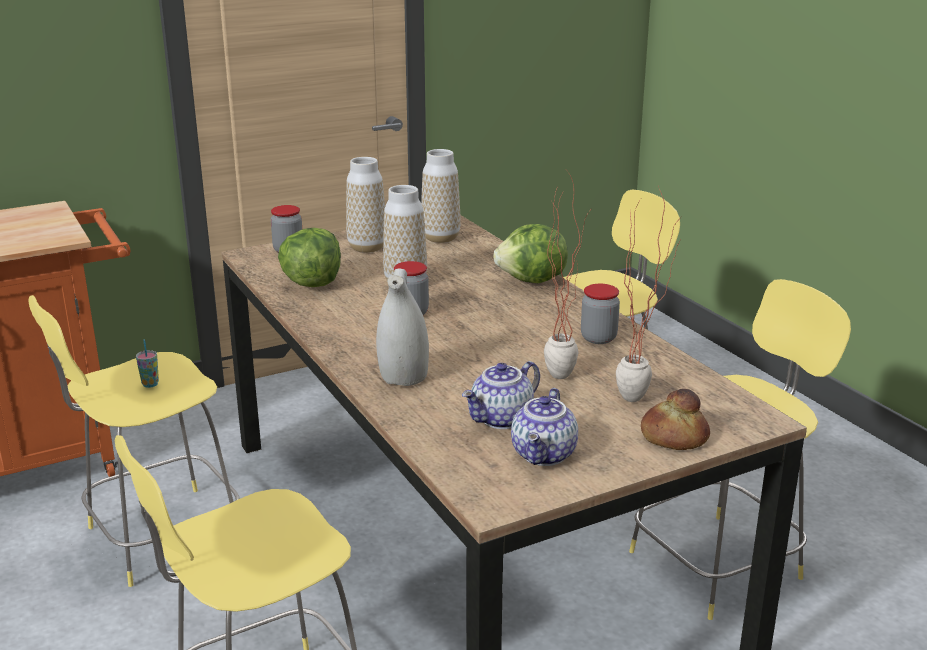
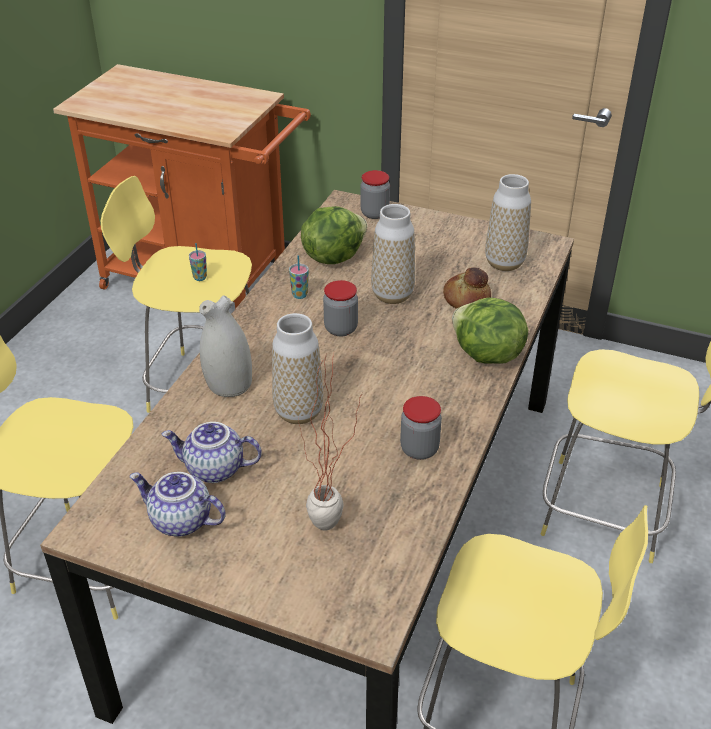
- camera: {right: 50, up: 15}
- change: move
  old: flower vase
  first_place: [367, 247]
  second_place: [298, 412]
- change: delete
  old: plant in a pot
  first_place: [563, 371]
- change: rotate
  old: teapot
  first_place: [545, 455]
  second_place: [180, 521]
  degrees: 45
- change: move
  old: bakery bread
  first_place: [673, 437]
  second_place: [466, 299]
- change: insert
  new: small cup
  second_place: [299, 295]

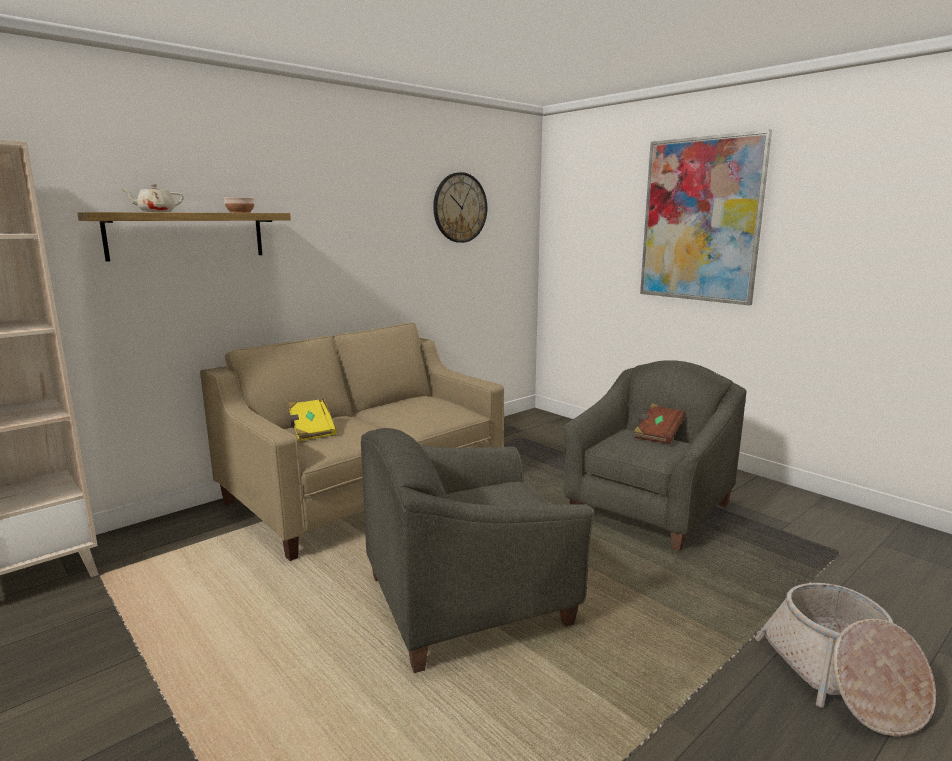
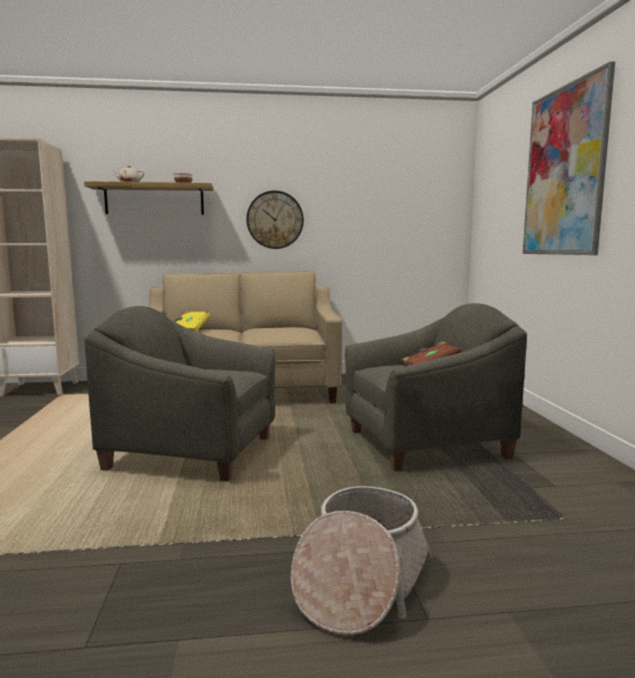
- camera: {right: 35, up: -5}
- change: move
  old: clock on the wall
  first_place: [460, 208]
  second_place: [275, 220]

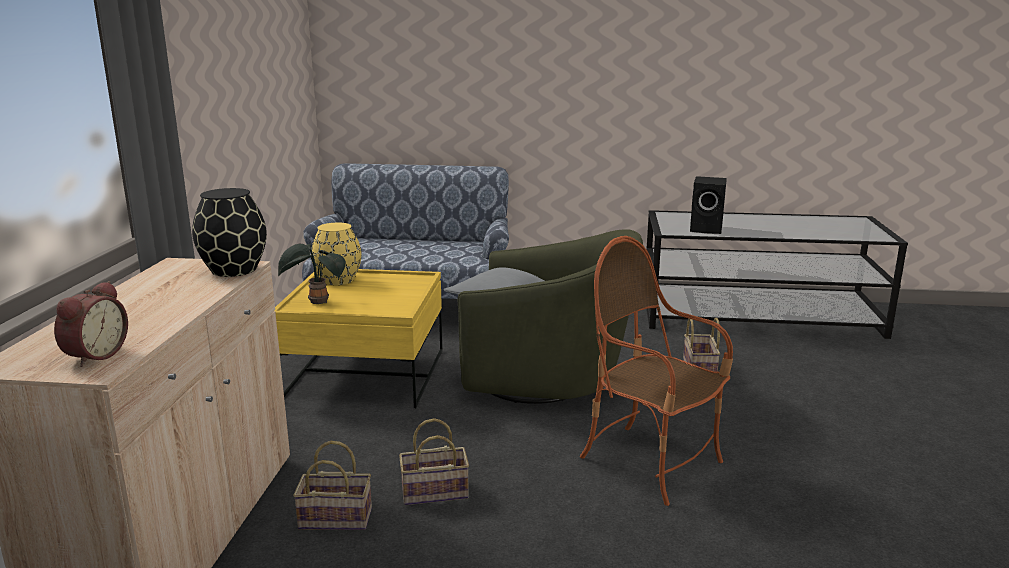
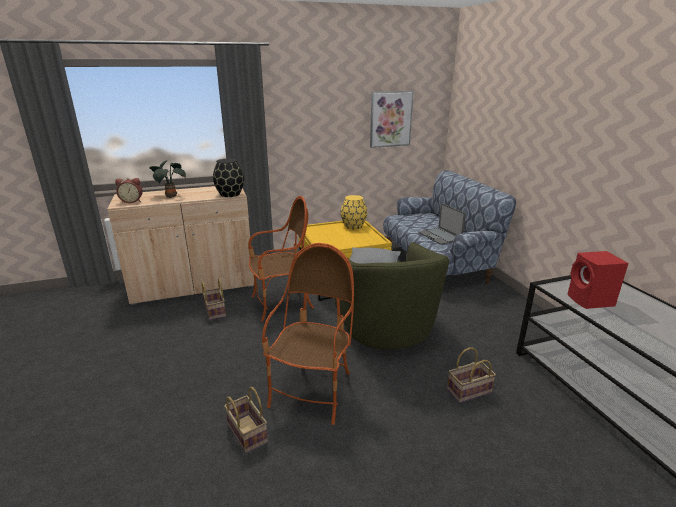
- camera: {right: 65, up: 5}
- change: recolor
  old: black-coloured speaker
  new: red speaker
  first_place: [707, 229]
  second_place: [591, 301]
- change: move
  old: plant in a pot
  first_place: [316, 302]
  second_place: [170, 196]
- change: move
  old: basket
  first_place: [433, 493]
  second_place: [246, 433]
- change: insert
  new: wall picture
  second_place: [390, 119]
- change: insert
  new: easy chair
  second_place: [281, 304]
- change: insert
  new: notebook computer
  second_place: [440, 236]

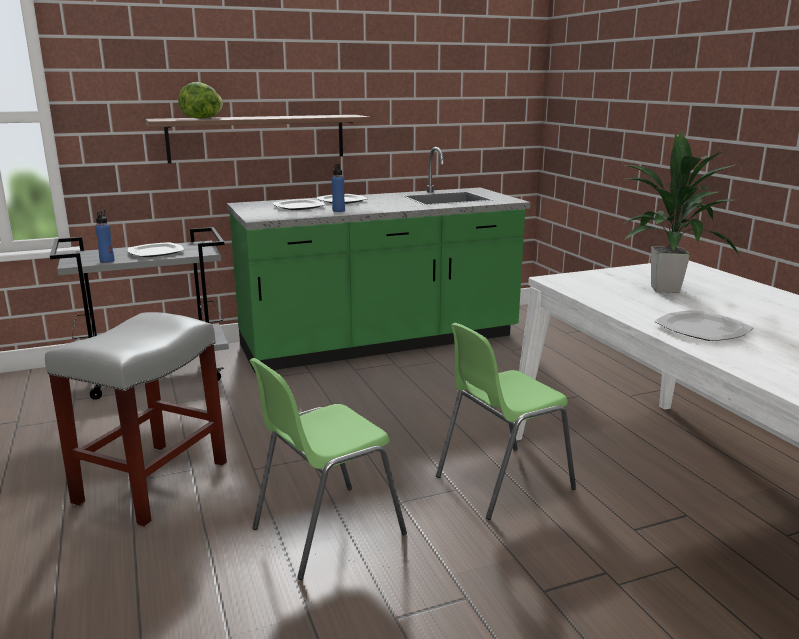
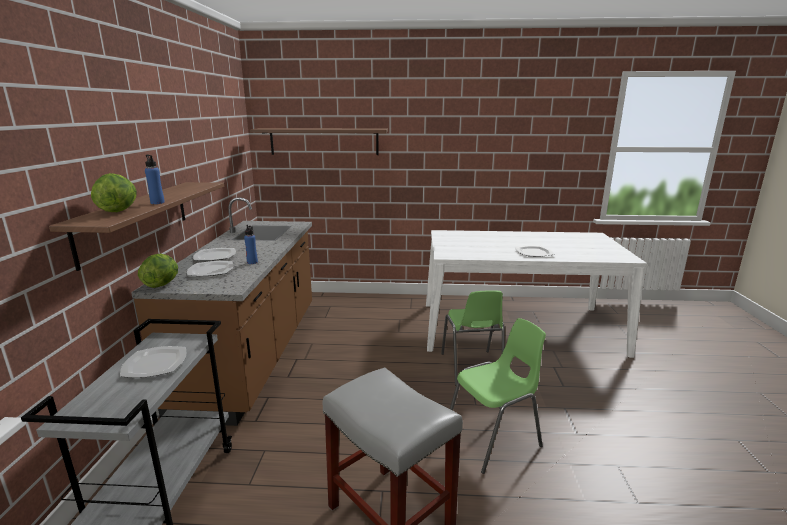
- camera: {right: -65, up: 0}
- change: delete
  old: plant in a pot
  first_place: [664, 289]
- change: recolor
  old: green-coloured counter
  new: brownish counter
  first_place: [380, 342]
  second_place: [255, 355]
- change: move
  old: bluish drink bottle
  first_place: [107, 261]
  second_place: [157, 203]
- change: rotate
  old: green-coloured chair
  first_place: [326, 531]
  second_place: [493, 439]
  degrees: -105
- change: insert
  new: wall shelf
  second_place: [324, 141]
- change: insert
  new: lettuce
  second_place: [162, 284]

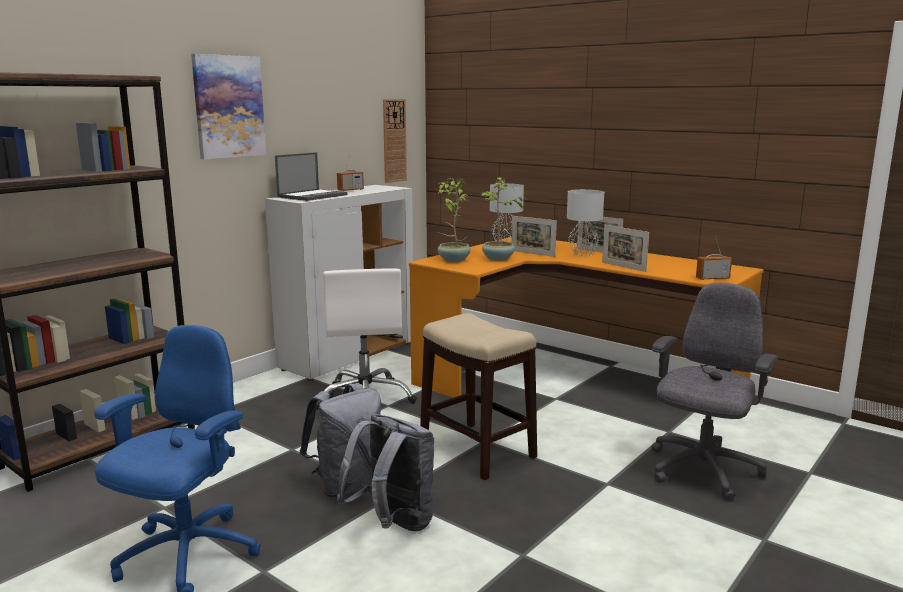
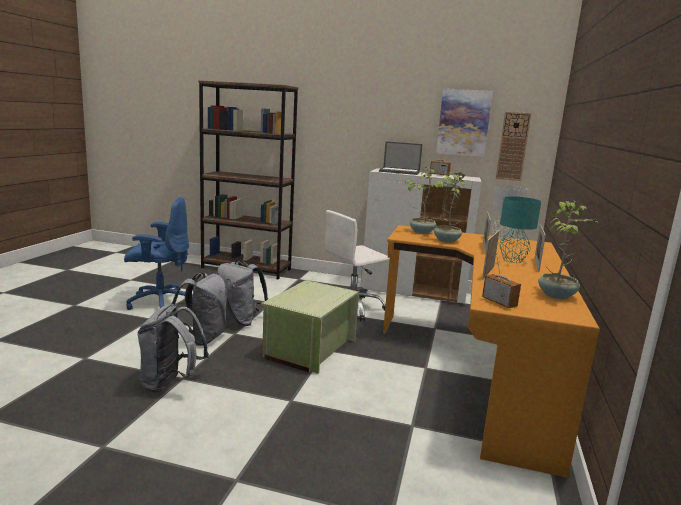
- camera: {right: 65, up: 0}
- change: move
  old: wall picture
  first_place: [228, 107]
  second_place: [463, 123]
- change: recolor
  old: grey lamp for a table
  new: turquoise-coloured lamp for a table
  first_place: [582, 254]
  second_place: [511, 260]
- change: delete
  old: grey computer chair
  first_place: [702, 471]
- change: replace
  old: sitting stool
  new: green-coloured storage box
  first_place: [476, 450]
  second_place: [309, 348]
- change: insert
  new: plant in a pot
  second_place: [557, 295]
- change: insert
  new: grey rucksack
  second_place: [170, 384]

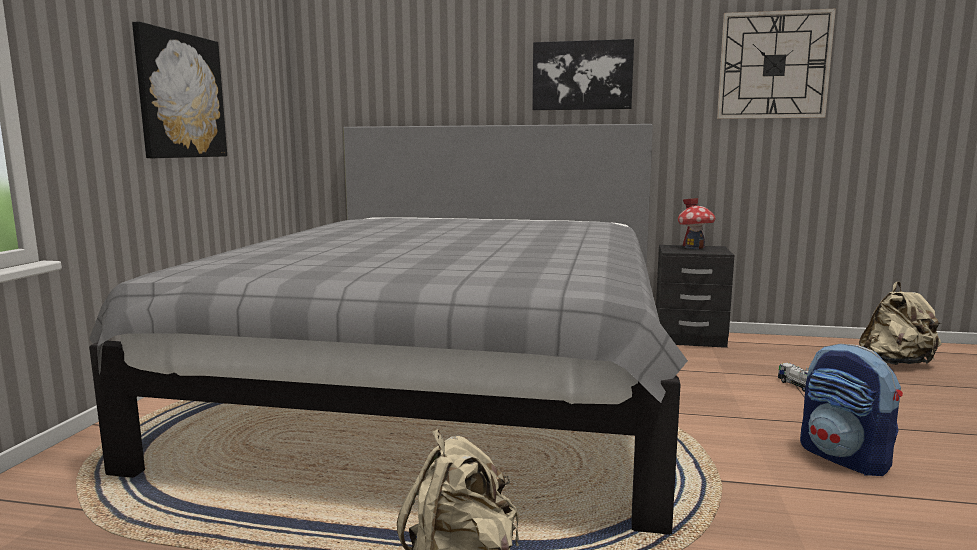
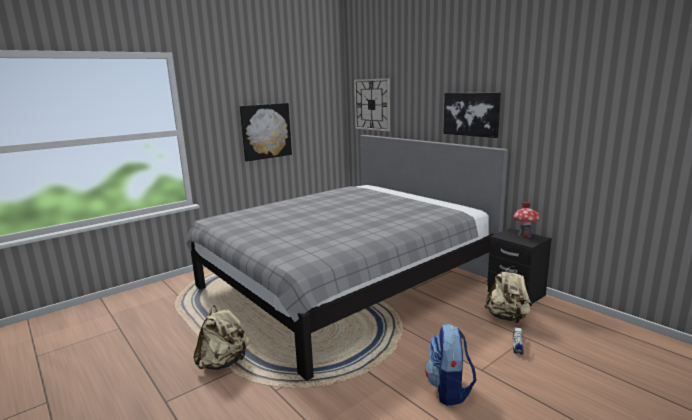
- camera: {right: 40, up: 5}
- change: move
  old: clock on the wall
  first_place: [773, 65]
  second_place: [372, 104]
- change: move
  old: beige-coloured rucksack
  first_place: [896, 363]
  second_place: [507, 317]

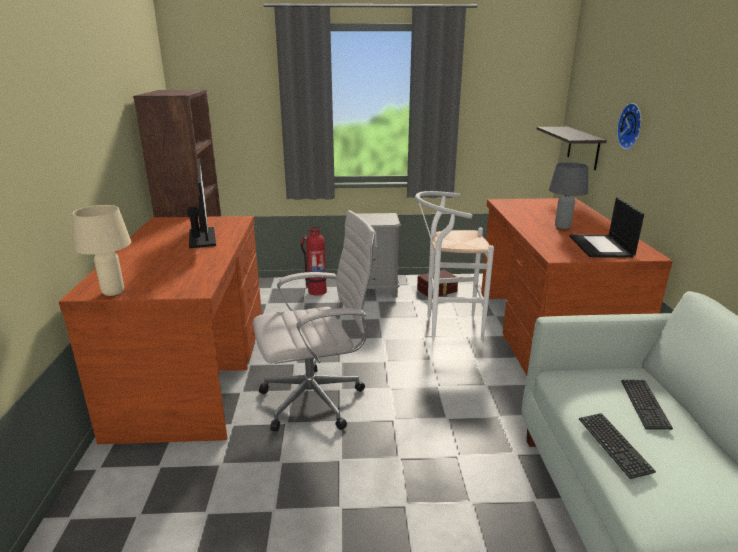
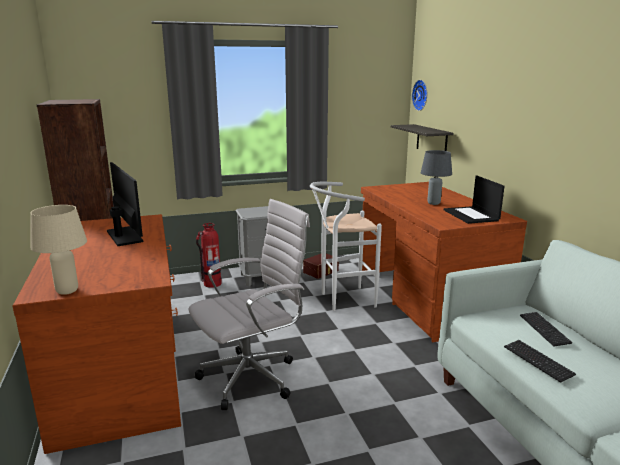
- camera: {right: -15, up: -5}
- change: move
  old: clock on the wall
  first_place: [632, 126]
  second_place: [421, 95]

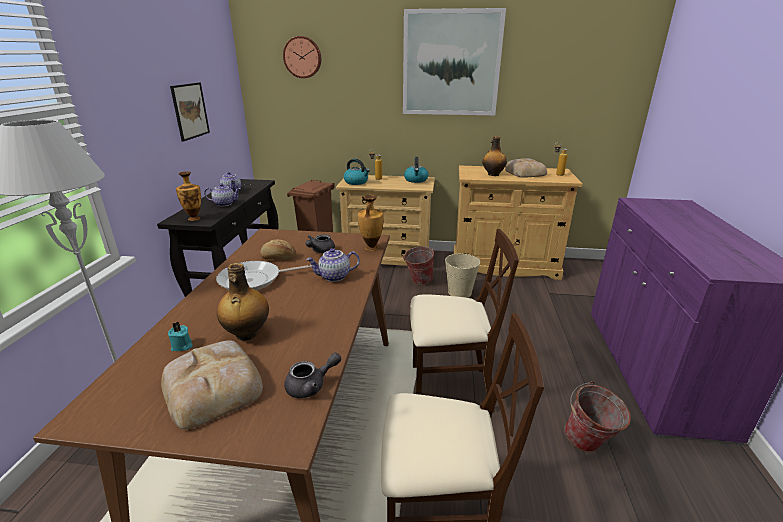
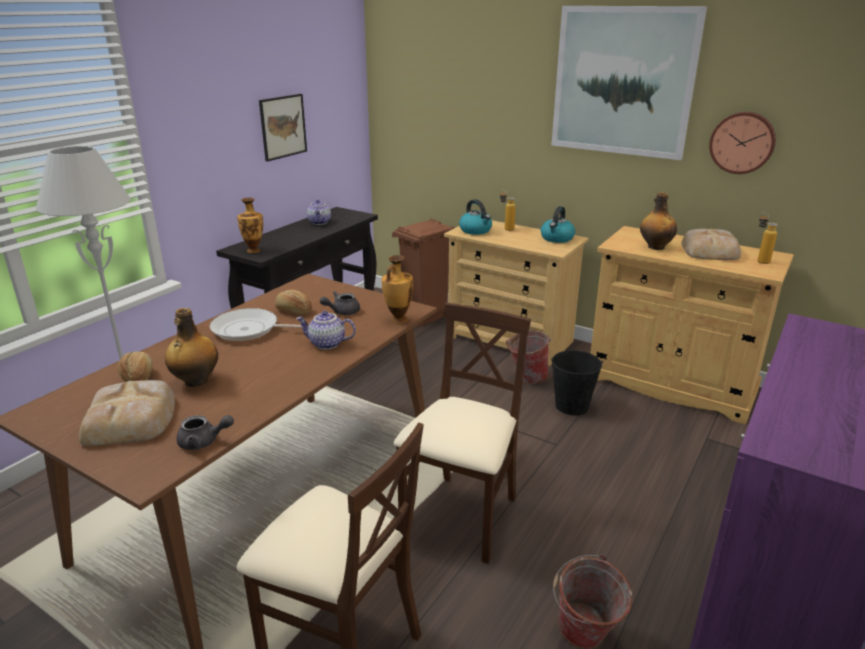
- camera: {right: 25, up: 0}
- change: move
  old: clock on the wall
  first_place: [303, 57]
  second_place: [742, 142]
- change: delete
  old: teapot
  first_place: [225, 204]
- change: rotate
  old: beige-coloured chair
  first_place: [449, 389]
  second_place: [461, 517]
  degrees: -90
- change: recolor
  old: beige-coloured water bucket
  new: black-coloured water bucket
  first_place: [459, 292]
  second_place: [571, 405]
- change: replace
  old: turquoise-coloured wax light
  new: bakery bread
  first_place: [182, 346]
  second_place: [138, 378]

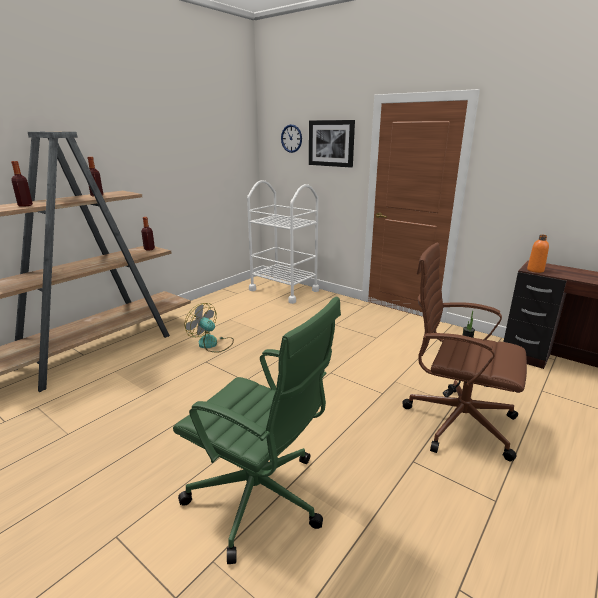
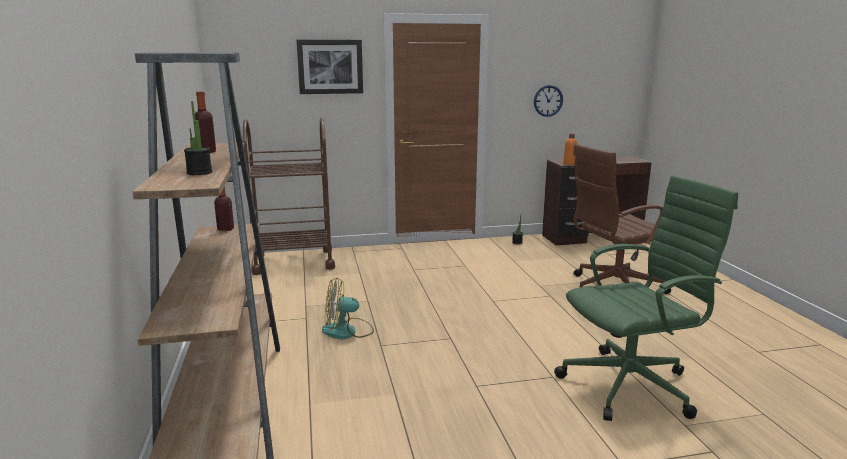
- camera: {right: -50, up: -5}
- change: move
  old: clock on the wall
  first_place: [291, 138]
  second_place: [548, 101]
- change: replace
  old: drink bottle
  new: plant in a pot
  first_place: [25, 205]
  second_place: [199, 173]
- change: recolor
  old: whitish cart
  new: brownish cart
  first_place: [284, 290]
  second_place: [294, 261]

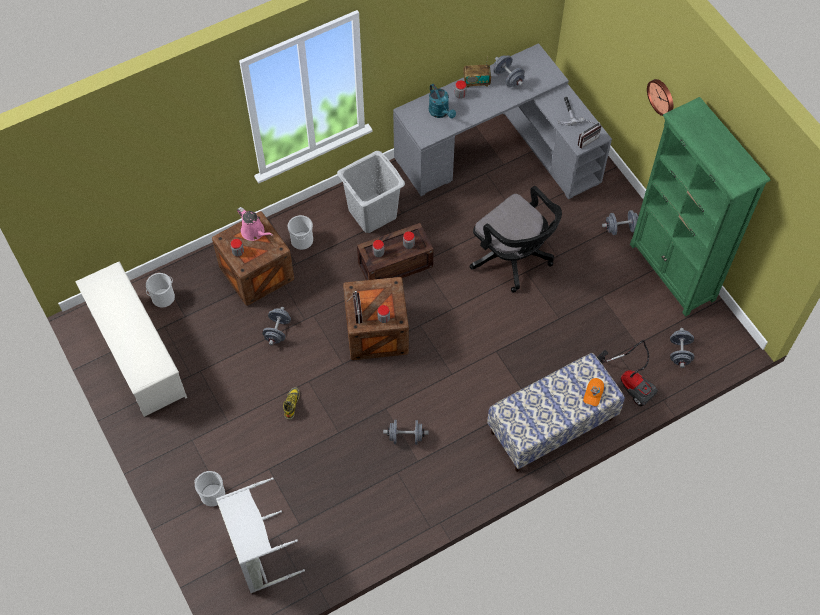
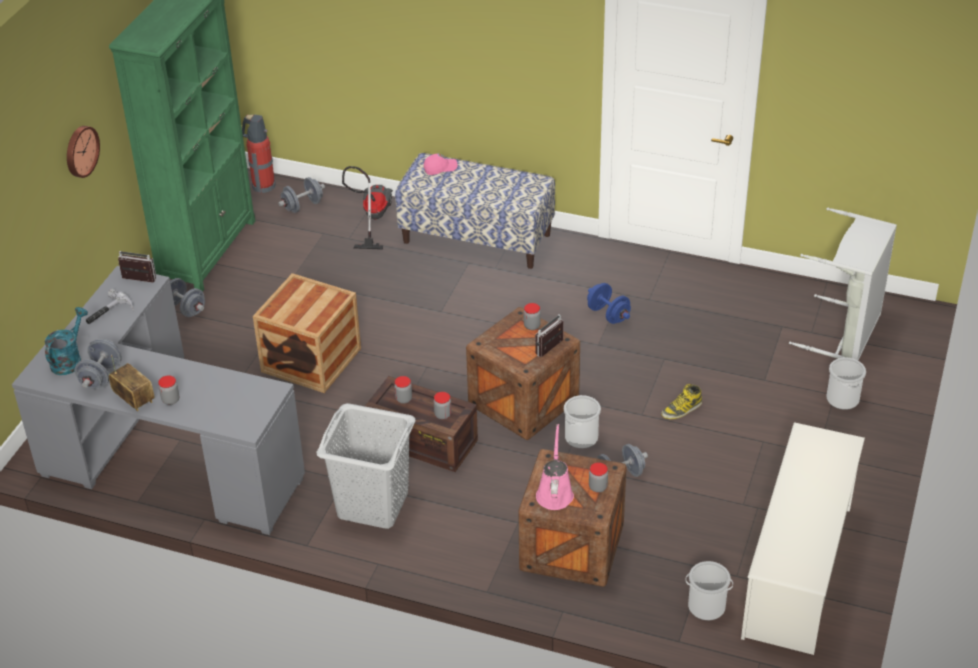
- camera: {right: -130, up: -20}
- change: move
  old: turquoise-coloured watering pot
  first_place: [440, 113]
  second_place: [69, 360]
- change: replace
  old: black-coloured computer chair
  new: shipping crate
  first_place: [513, 259]
  second_place: [311, 360]
- change: move
  old: water bucket
  first_place: [302, 240]
  second_place: [581, 437]
- change: recolor
  old: orangey cap
  new: pinkish cap
  first_place: [593, 394]
  second_place: [440, 168]
- change: recolor
  old: grey free weight
  new: bluish free weight
  first_place: [405, 437]
  second_place: [608, 314]
- change: insert
  new: fire-fighting cylinder
  second_place: [262, 185]

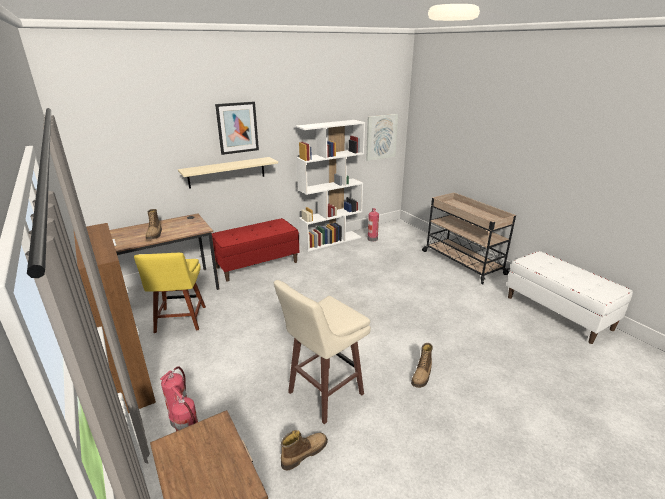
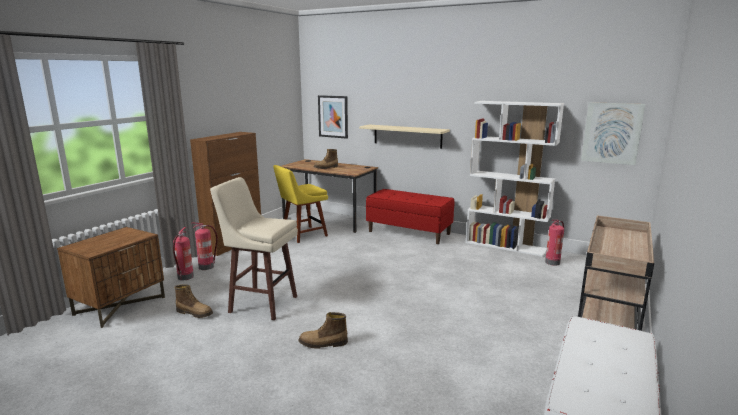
- camera: {right: 60, up: -10}
- change: move
  old: wall picture
  first_place: [237, 127]
  second_place: [333, 116]

